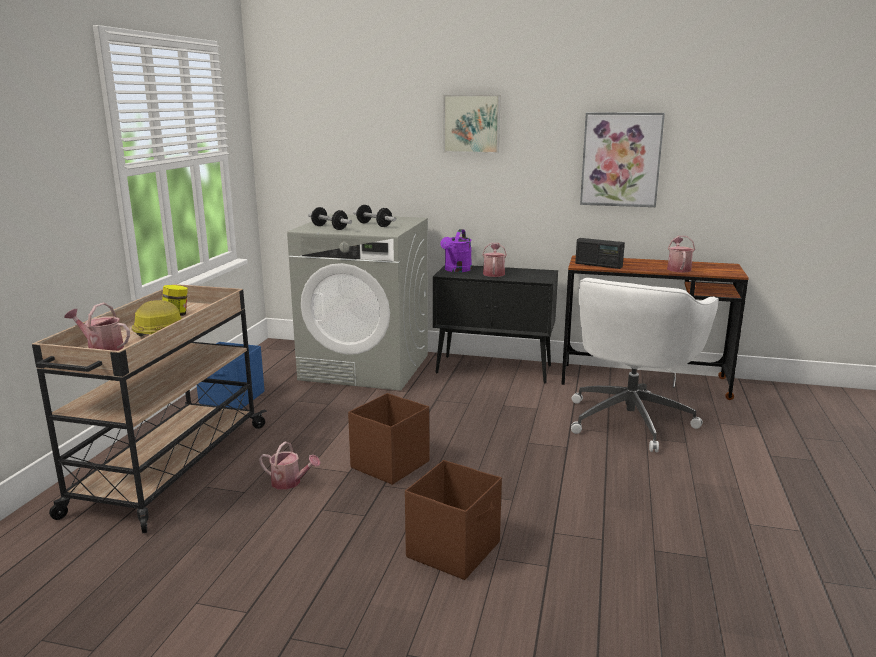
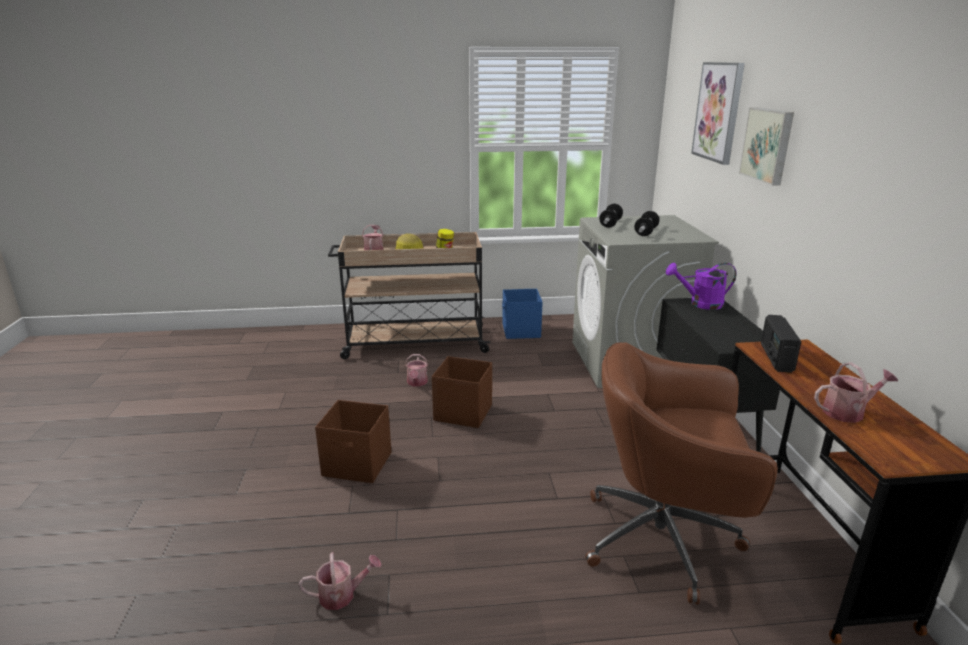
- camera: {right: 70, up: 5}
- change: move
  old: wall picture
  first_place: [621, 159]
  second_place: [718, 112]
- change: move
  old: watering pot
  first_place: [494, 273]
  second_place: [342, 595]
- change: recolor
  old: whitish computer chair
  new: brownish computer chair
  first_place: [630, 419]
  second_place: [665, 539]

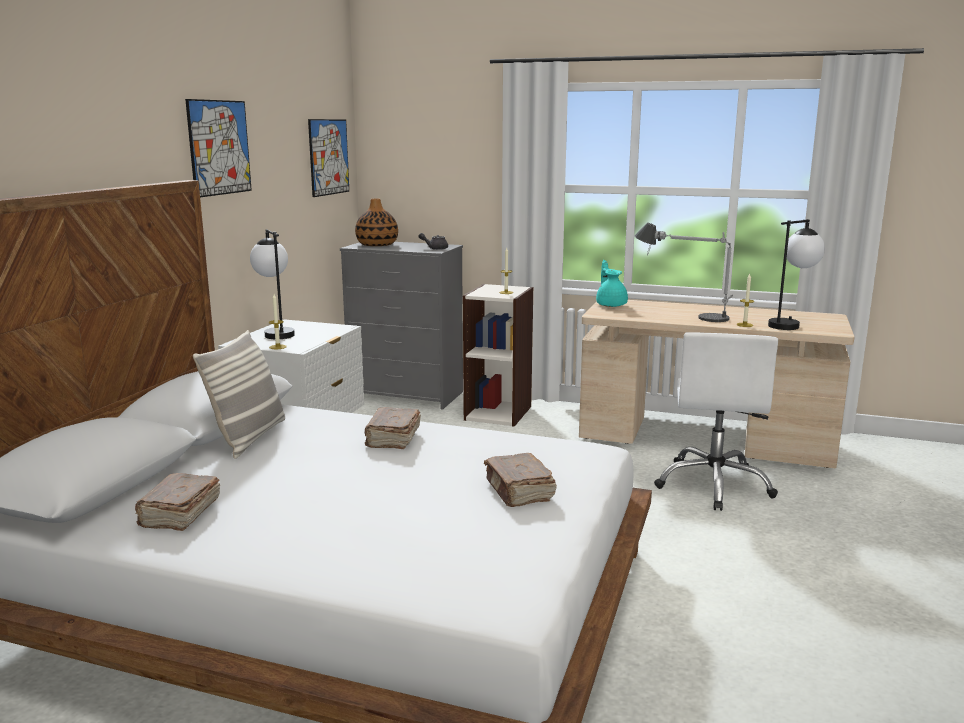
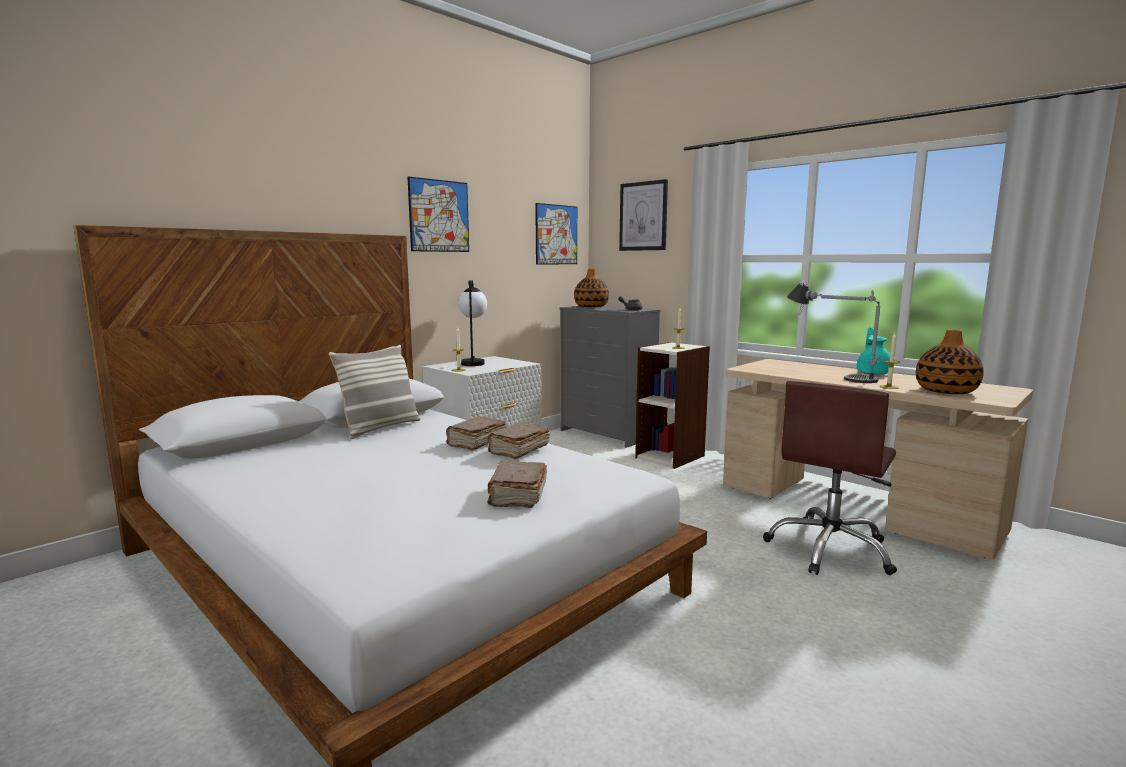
- camera: {right: 25, up: -5}
- change: replace
  old: lamp for a table
  new: flower vase
  first_place: [790, 324]
  second_place: [946, 391]
- change: move
  old: turquoise-coloured teapot
  first_place: [611, 305]
  second_place: [873, 373]
- change: recolor
  old: whitish computer chair
  new: brownish computer chair
  first_place: [714, 485]
  second_place: [830, 549]
- change: move
  old: brownish book
  first_place: [179, 514]
  second_place: [518, 450]
- change: insert
  new: wall picture
  second_place: [643, 216]

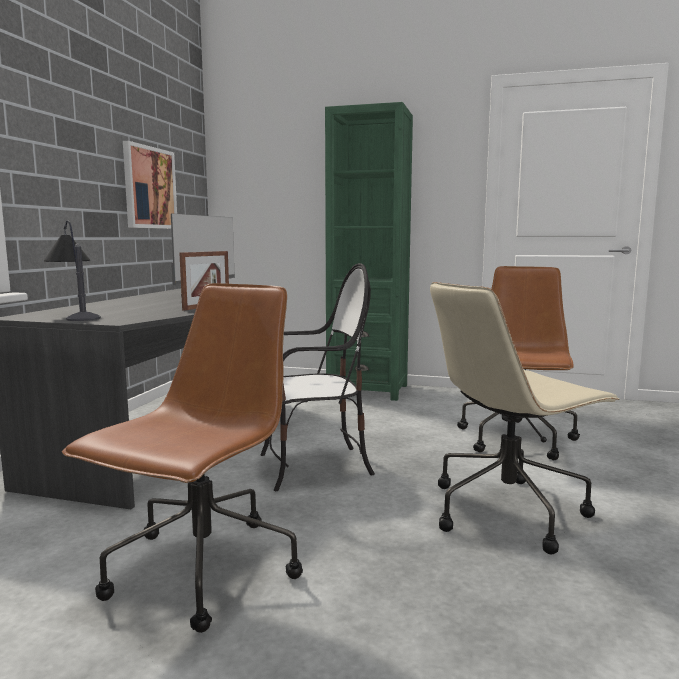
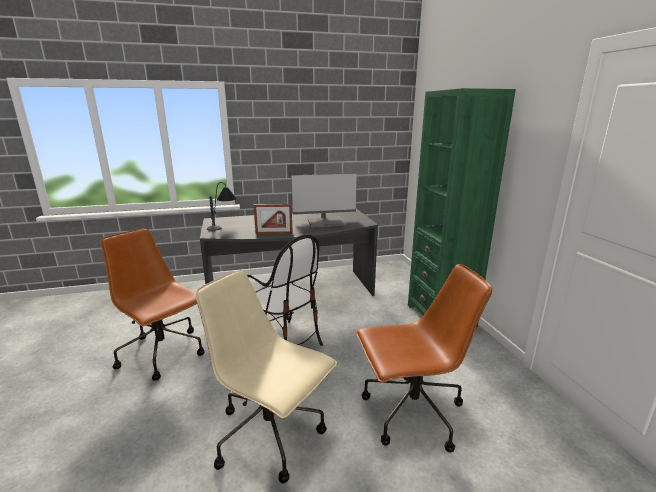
- camera: {right: 60, up: 10}
- change: delete
  old: wall picture
  first_place: [149, 188]
- change: rotate
  old: brownish computer chair
  first_place: [202, 571]
  second_place: [163, 354]
  degrees: -135

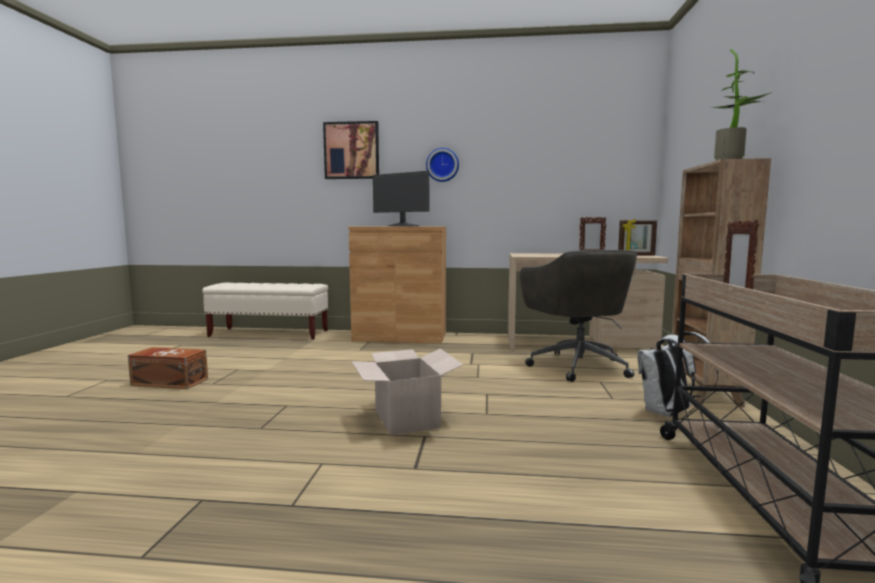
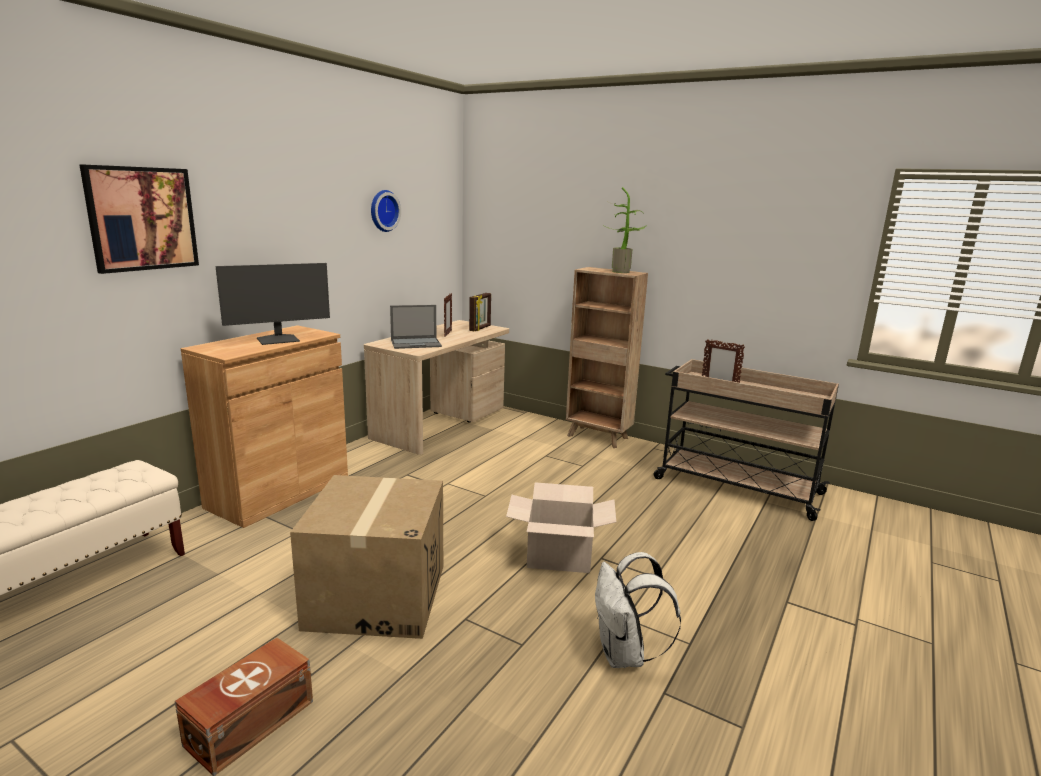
- camera: {right: -65, up: 10}
- change: move
  old: clock on the wall
  first_place: [442, 165]
  second_place: [383, 210]
- change: delete
  old: grey computer chair
  first_place: [577, 366]
- change: move
  old: whitish rucksack
  first_place: [668, 414]
  second_place: [624, 655]
- change: insert
  new: notebook computer
  second_place: [416, 343]
- change: insert
  new: cardboard box
  second_place: [376, 596]

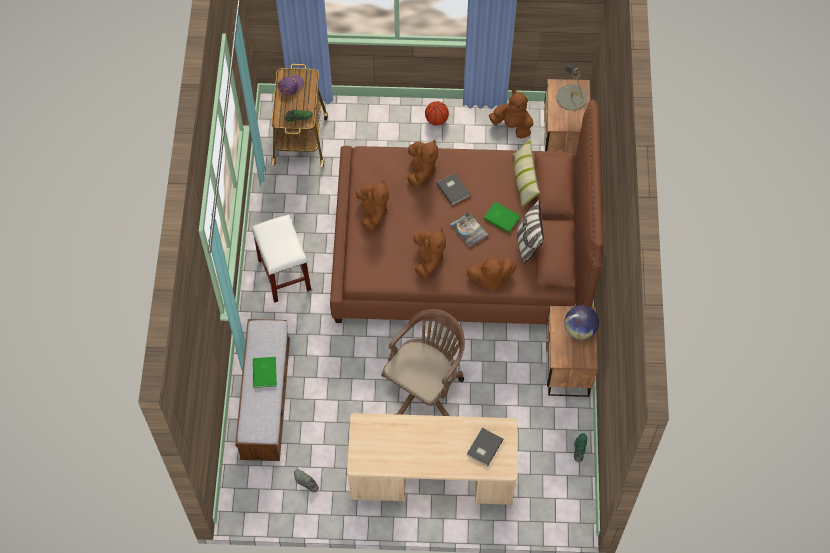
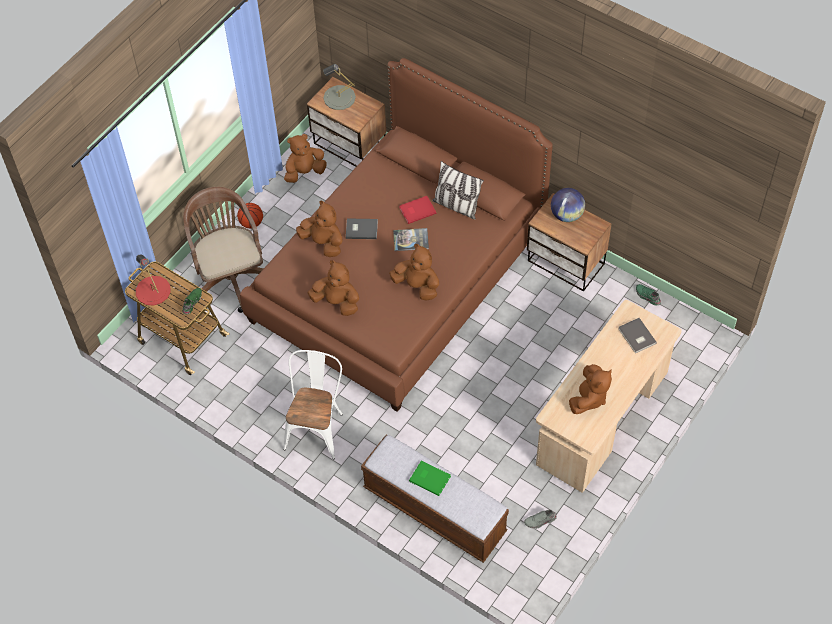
- camera: {right: -55, up: -5}
- change: replace
  old: purple cap
  new: red lamp for a table
  first_place: [291, 86]
  second_place: [152, 290]
- change: delete
  old: throw pillow
  first_place: [524, 180]
- change: recolor
  old: green-coloured book
  new: red book
  first_place: [501, 217]
  second_place: [416, 210]
- change: replace
  old: whitish sitting stool
  new: whitish chair
  first_place: [285, 275]
  second_place: [316, 427]
- change: move
  old: brownish soft toy
  first_place: [490, 279]
  second_place: [589, 398]
- change: move
  old: brownish computer chair
  first_place: [425, 385]
  second_place: [230, 275]

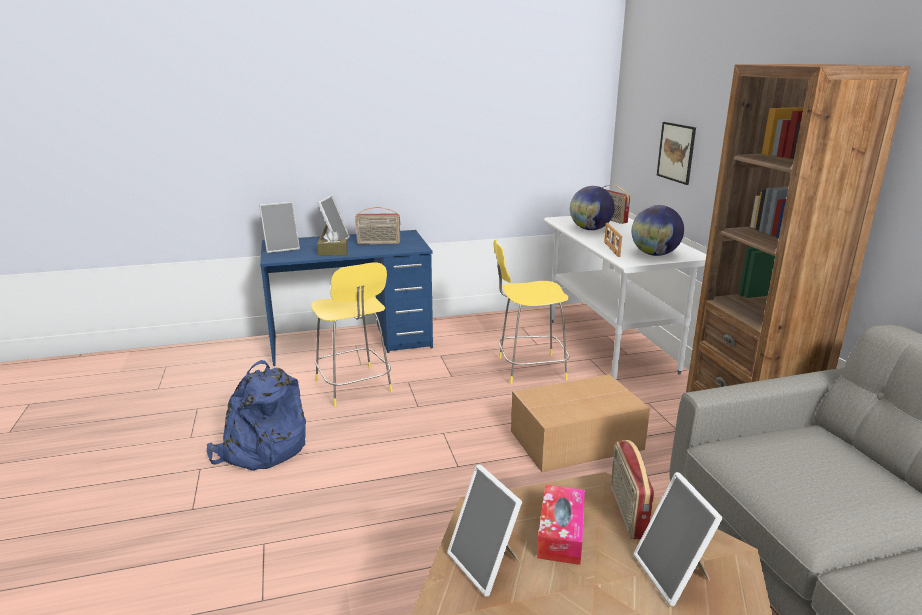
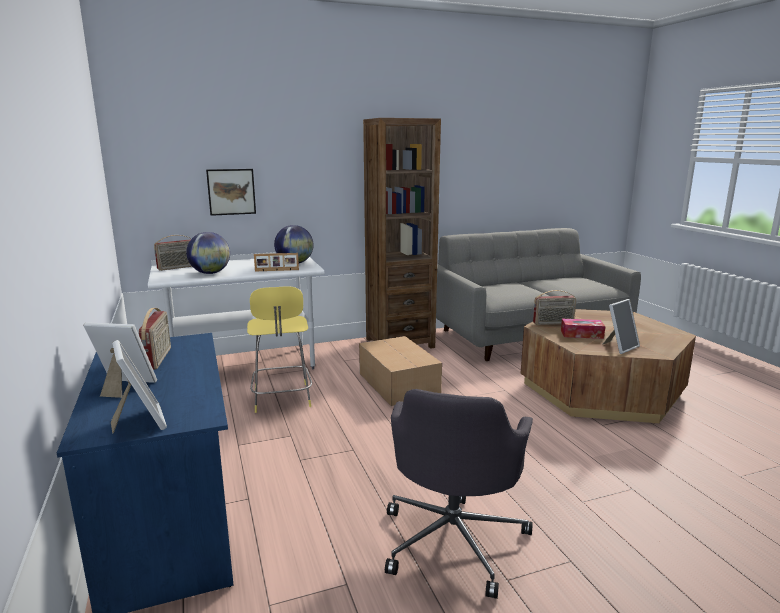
- camera: {right: -95, up: -5}
- change: delete
  old: brownish box of tissues
  first_place: [333, 253]
- change: delete
  old: yellowish sitting stool
  first_place: [354, 387]
- change: replace
  old: bluish rucksack
  new: grey computer chair
  first_place: [261, 449]
  second_place: [454, 539]
- change: delete
  old: photo frame
  first_place: [673, 575]

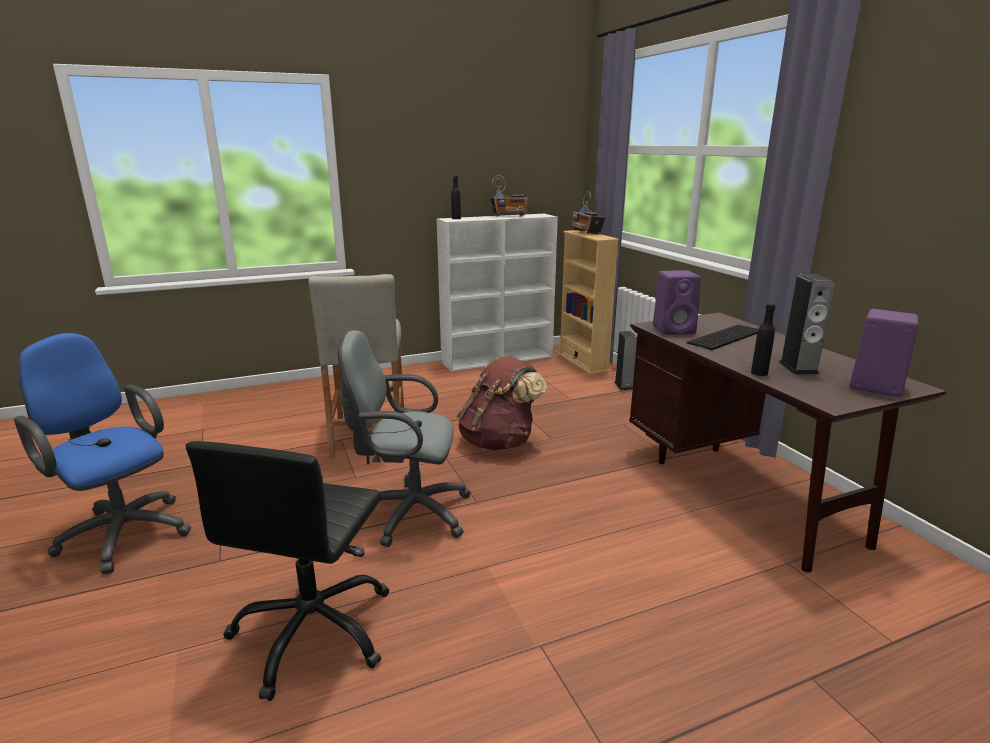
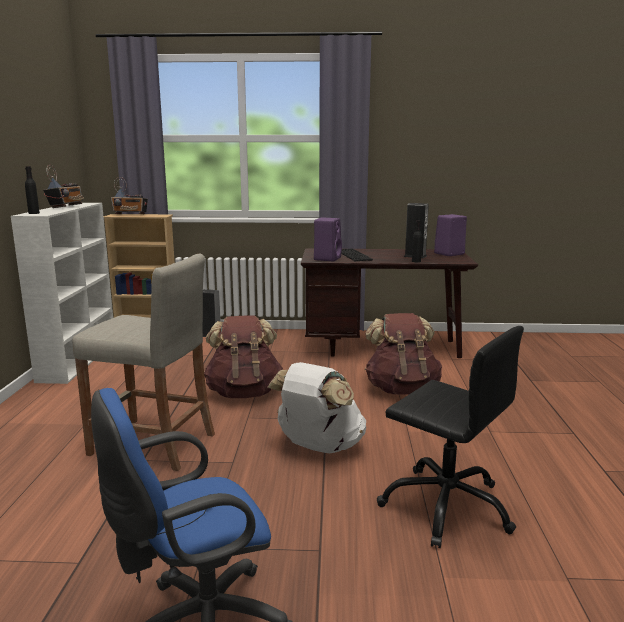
- camera: {right: -65, up: -5}
- change: replace
  old: grey computer chair
  new: whitish rucksack
  first_place: [408, 513]
  second_place: [318, 447]
- change: insert
  new: brownish rucksack
  second_place: [401, 389]

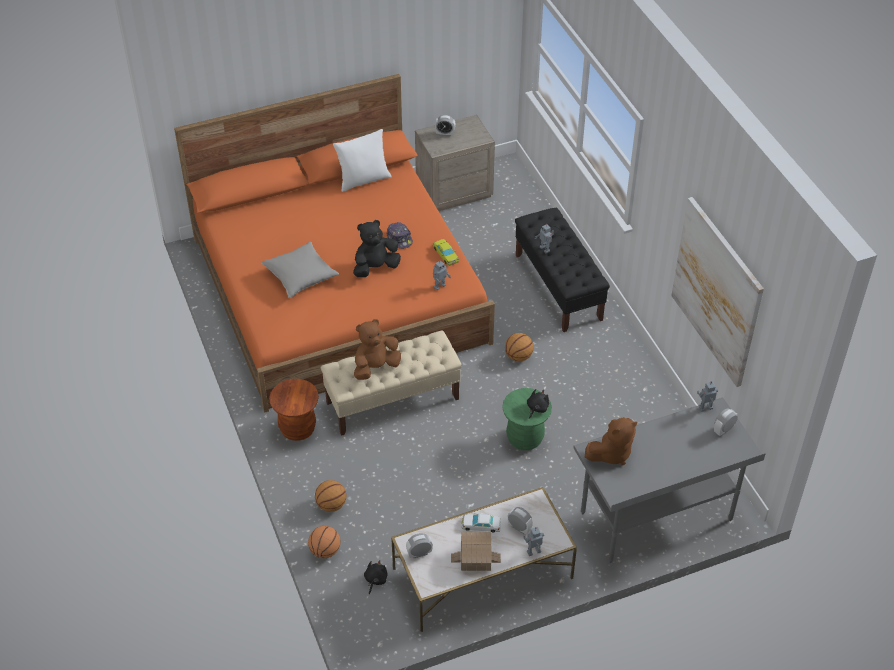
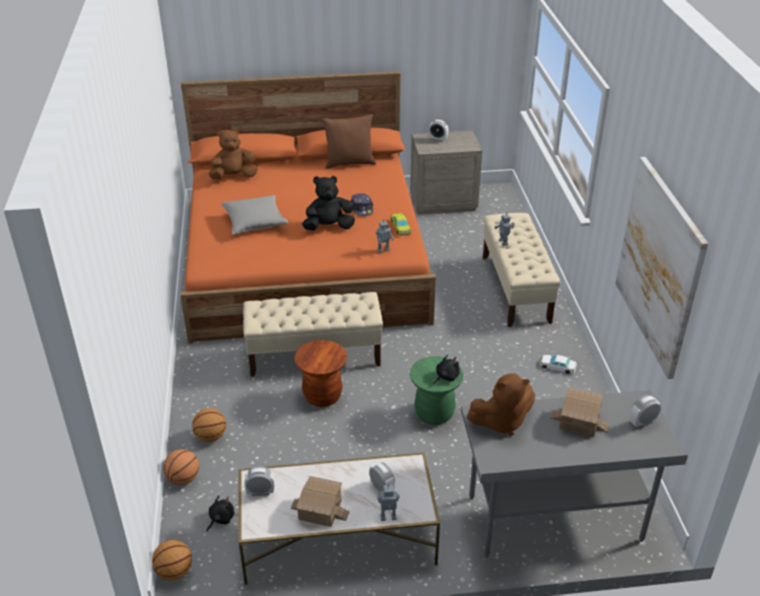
- camera: {right: 15, up: -10}
- change: recolor
  old: whitish throw pillow
  new: brownish throw pillow
  first_place: [363, 180]
  second_place: [349, 163]
- change: recolor
  old: black-coloured indoor bench
  new: beige-coloured indoor bench
  first_place: [558, 287]
  second_place: [515, 289]
- change: move
  old: brownish soft toy
  first_place: [375, 367]
  second_place: [234, 176]
- change: move
  old: basketball
  first_place: [518, 357]
  second_place: [174, 572]
- change: move
  old: brownish sitting stool
  first_place: [297, 429]
  second_place: [322, 396]
- change: delete
  old: robot figure
  first_place: [706, 408]
- change: move
  old: whitish toy car
  first_place: [481, 525]
  second_place: [557, 366]
- change: insert
  new: model house
  second_place: [579, 422]

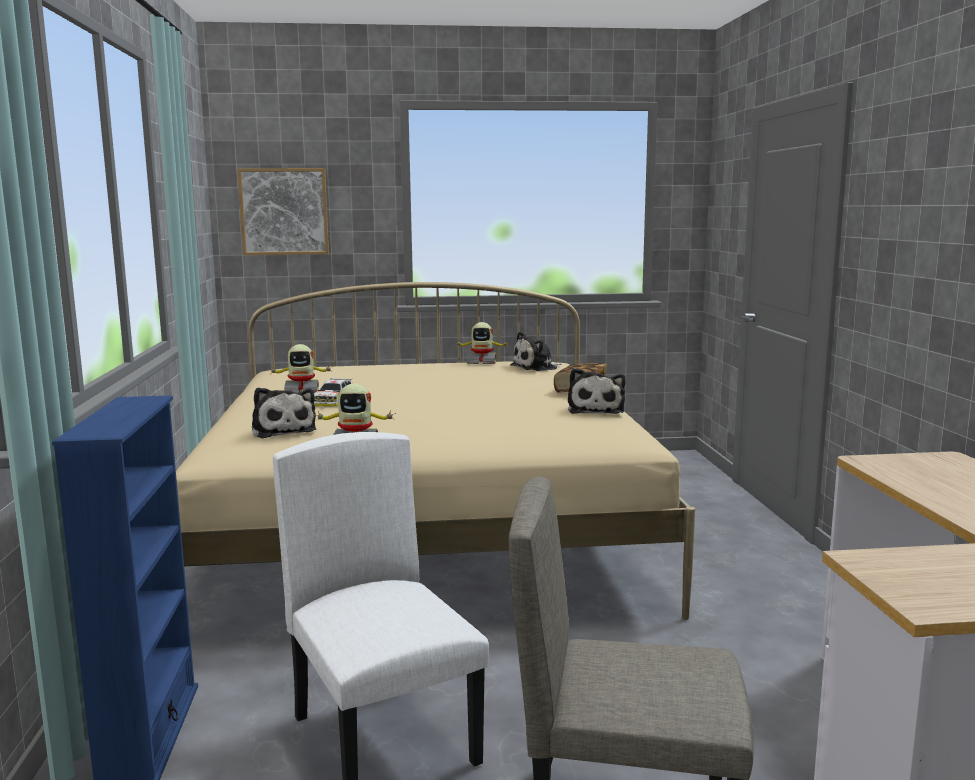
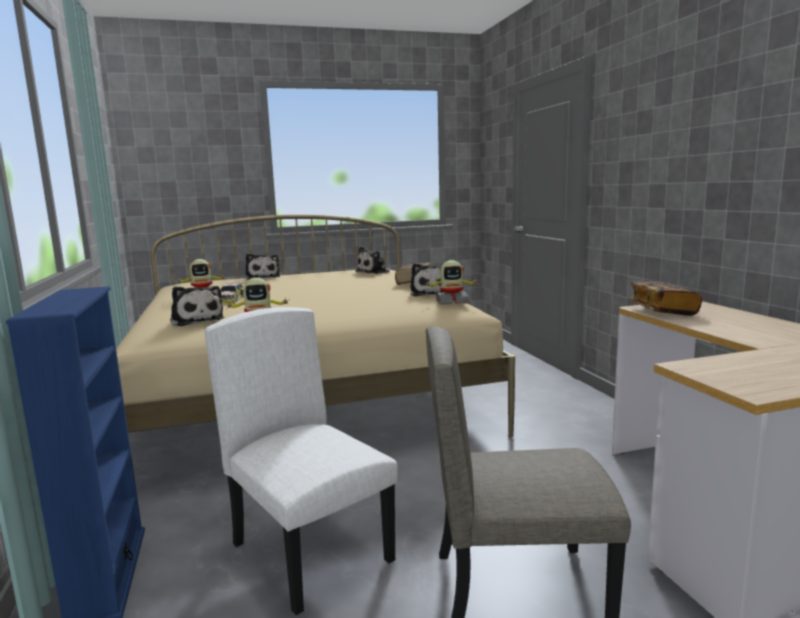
- camera: {right: -10, up: 0}
- change: delete
  old: wall picture
  first_place: [284, 211]
- change: move
  old: robot figure
  first_place: [481, 362]
  second_place: [452, 302]
- change: insert
  new: soft toy
  second_place: [262, 277]
- change: insert
  new: book
  second_place: [662, 311]

